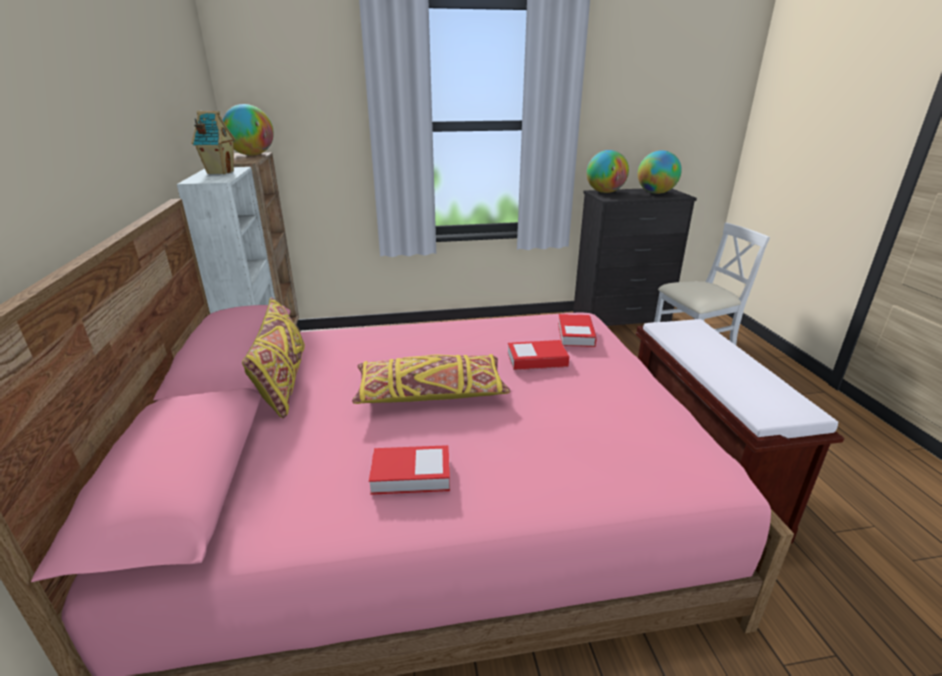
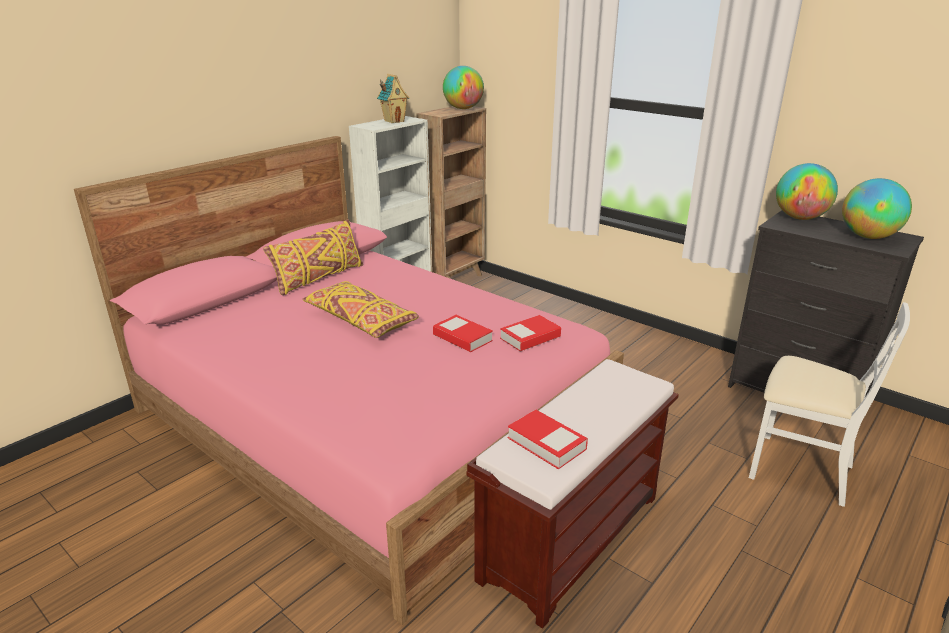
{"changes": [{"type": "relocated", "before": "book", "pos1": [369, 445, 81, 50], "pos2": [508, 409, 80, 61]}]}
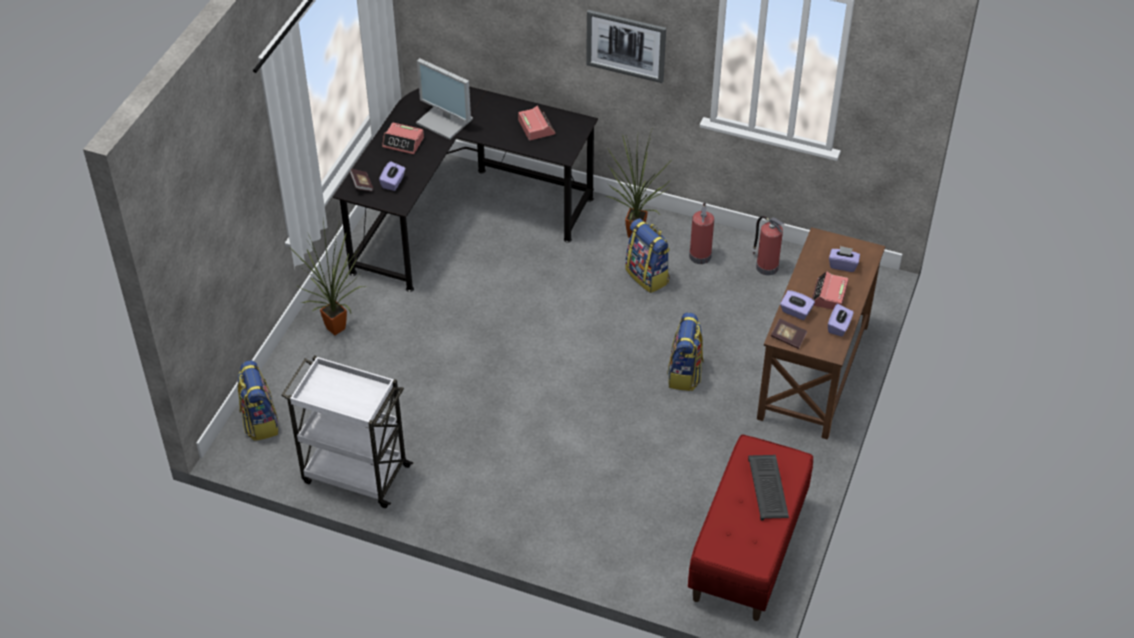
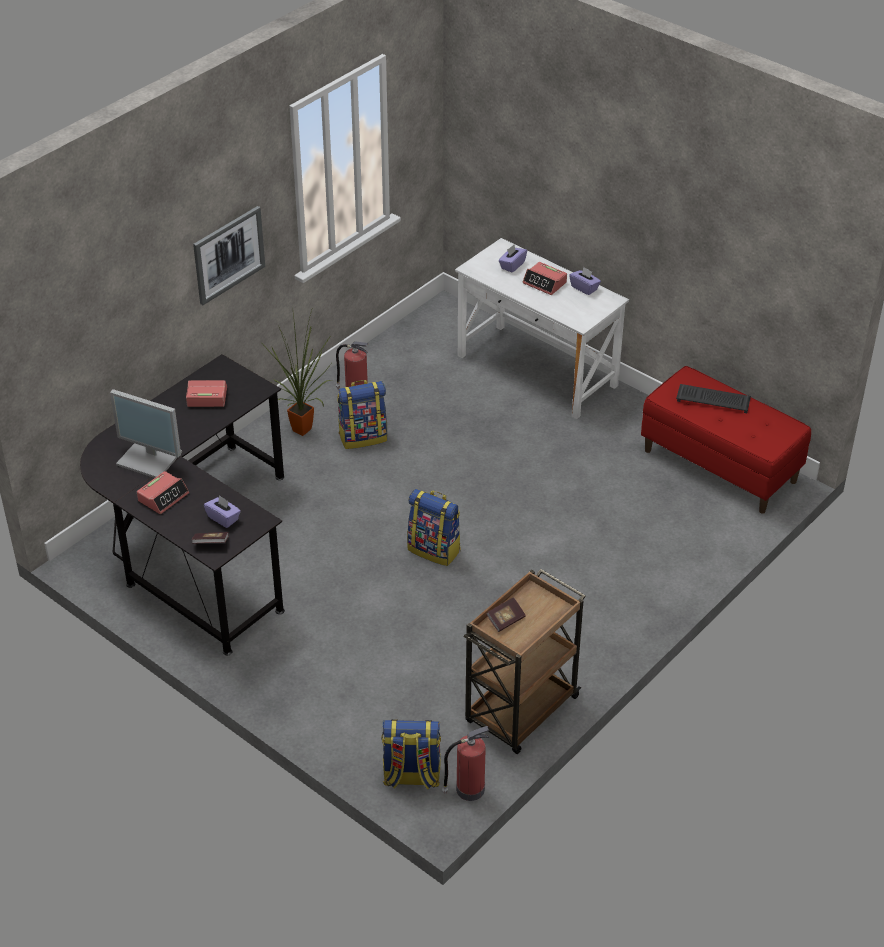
{"changes": [{"type": "missing", "before": "potted plant", "pos1": [291, 220, 73, 115]}, {"type": "missing", "before": "tissue box (purple)", "pos1": [780, 290, 35, 30]}, {"type": "relocated", "before": "backpack", "pos1": [667, 312, 37, 79], "pos2": [407, 489, 54, 77]}, {"type": "relocated", "before": "fire extinguisher", "pos1": [752, 216, 32, 60], "pos2": [442, 726, 48, 75]}, {"type": "relocated", "before": "book", "pos1": [771, 319, 36, 30], "pos2": [486, 597, 40, 35]}, {"type": "colour", "before": "cart (white)", "after": "cart (brown)", "pos1": [281, 355, 132, 153], "pos2": [464, 569, 122, 185]}, {"type": "colour", "before": "desk (brown)", "after": "desk (white)", "pos1": [757, 227, 128, 213], "pos2": [455, 238, 174, 181]}, {"type": "spun", "before": "monitor", "pos1": [416, 58, 57, 82], "pos2": [110, 389, 72, 89], "turn": 60}]}
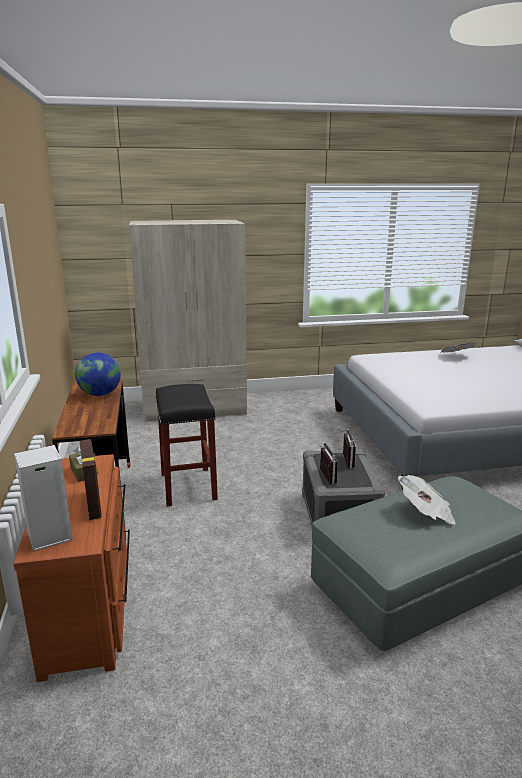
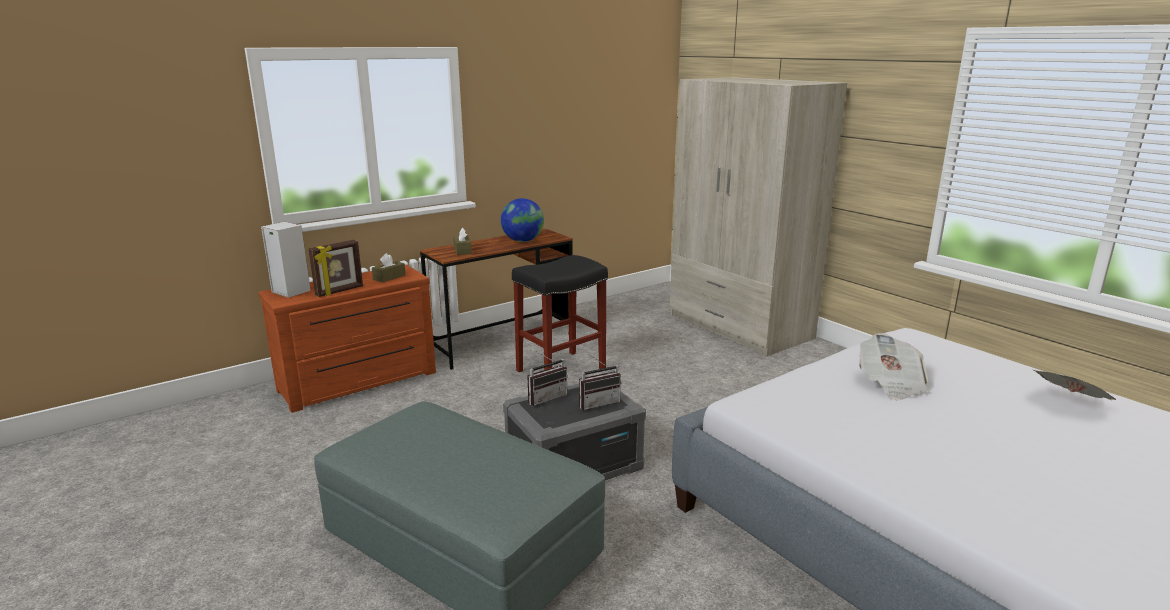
{"changes": [{"type": "appeared", "after": "tissue box (brown)", "pos2": [453, 228, 19, 27]}, {"type": "relocated", "before": "newspaper", "pos1": [398, 475, 58, 49], "pos2": [859, 333, 70, 67]}]}
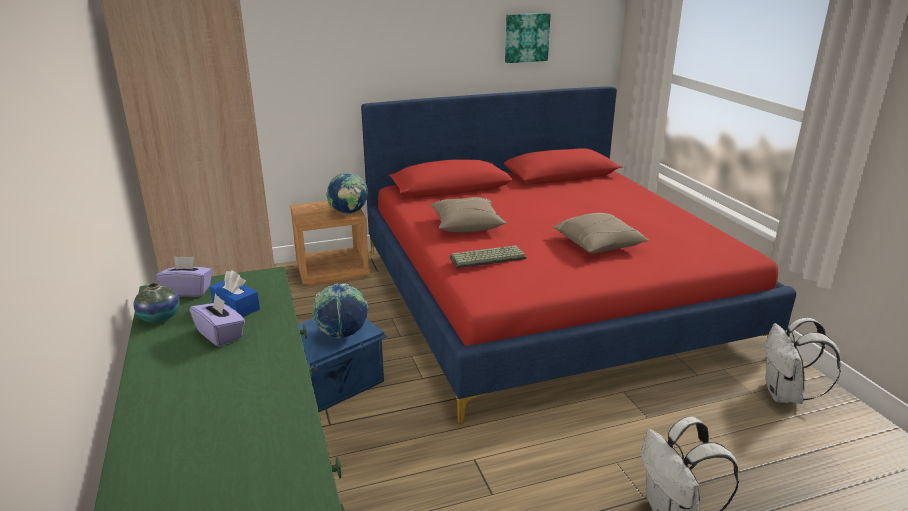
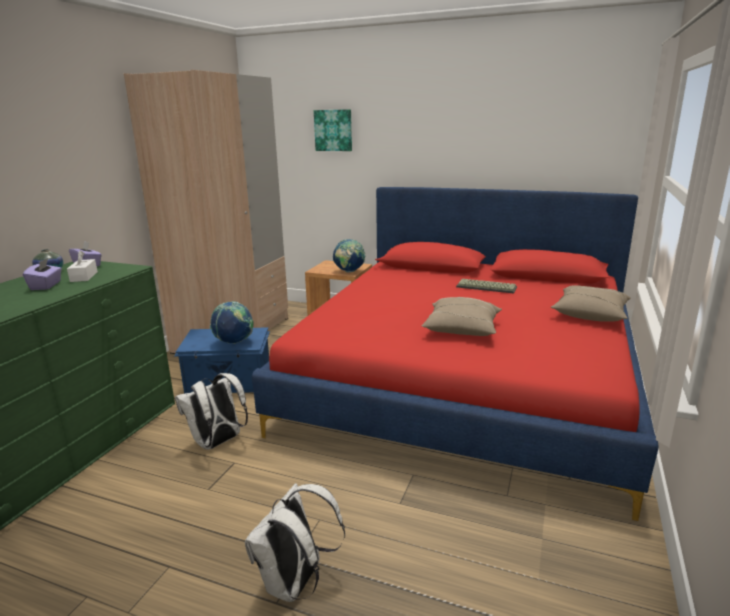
{"changes": [{"type": "relocated", "before": "pillow (beige)", "pos1": [431, 197, 75, 35], "pos2": [551, 285, 80, 37]}, {"type": "relocated", "before": "keyboard", "pos1": [450, 245, 77, 23], "pos2": [456, 279, 61, 14]}, {"type": "relocated", "before": "picture", "pos1": [505, 13, 46, 50], "pos2": [314, 109, 38, 42]}, {"type": "relocated", "before": "backpack (white)", "pos1": [765, 318, 76, 86], "pos2": [175, 373, 73, 77]}, {"type": "colour", "before": "tissue box (blue)", "after": "tissue box (white)", "pos1": [210, 270, 50, 47], "pos2": [67, 250, 31, 32]}]}
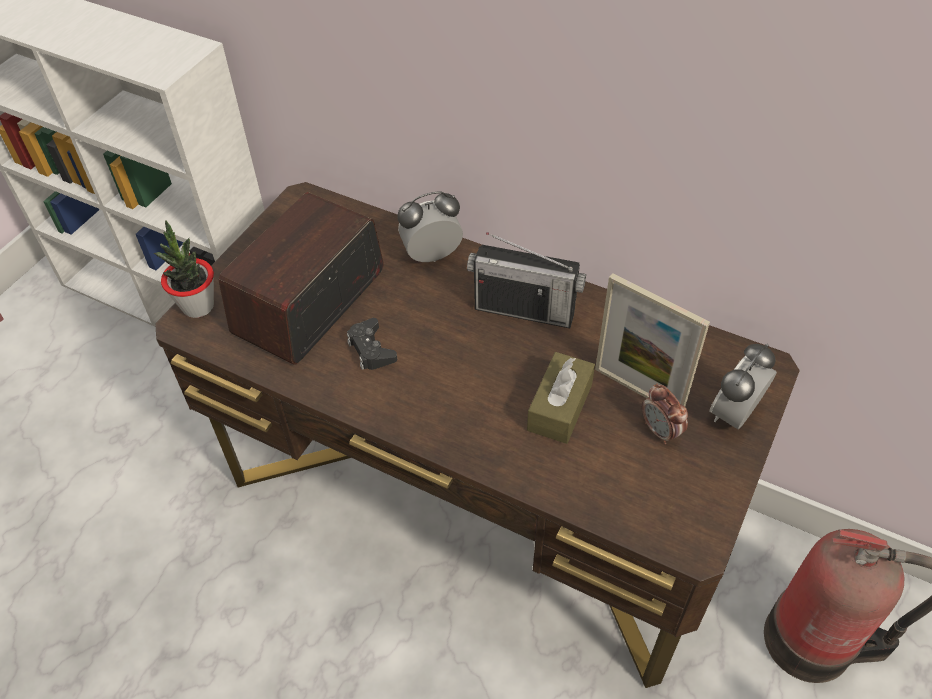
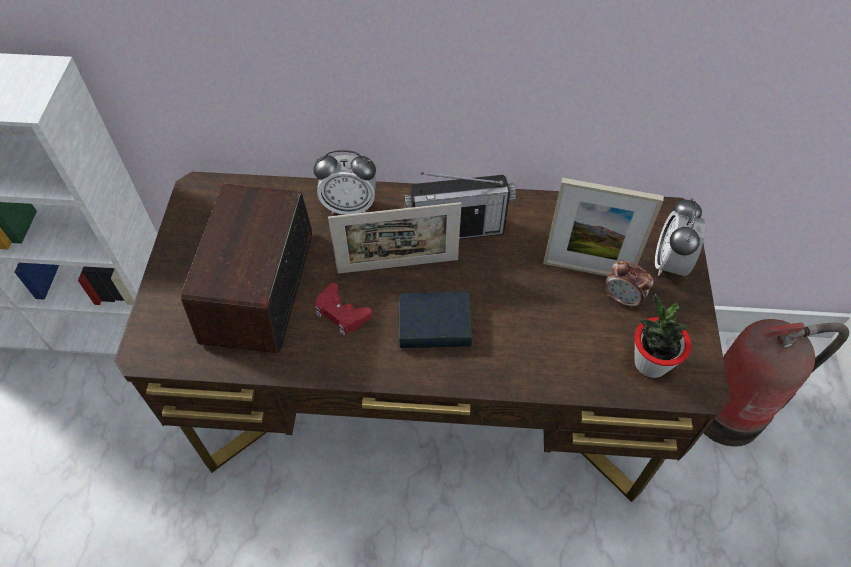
{"changes": [{"type": "missing", "before": "tissue box (brown)", "pos1": [527, 352, 68, 92]}, {"type": "appeared", "after": "picture frame", "pos2": [328, 202, 133, 72]}, {"type": "appeared", "after": "book", "pos2": [398, 292, 74, 56]}, {"type": "relocated", "before": "potted plant", "pos1": [154, 220, 60, 98], "pos2": [634, 294, 57, 84]}, {"type": "colour", "before": "game controller (black)", "after": "game controller (red)", "pos1": [347, 318, 50, 52], "pos2": [315, 283, 57, 52]}, {"type": "spun", "before": "alarm clock", "pos1": [397, 192, 66, 70], "pos2": [313, 150, 63, 65], "turn": -135}]}
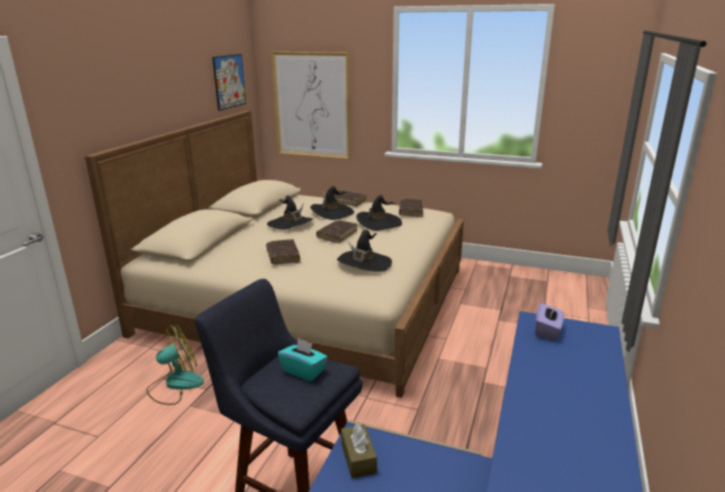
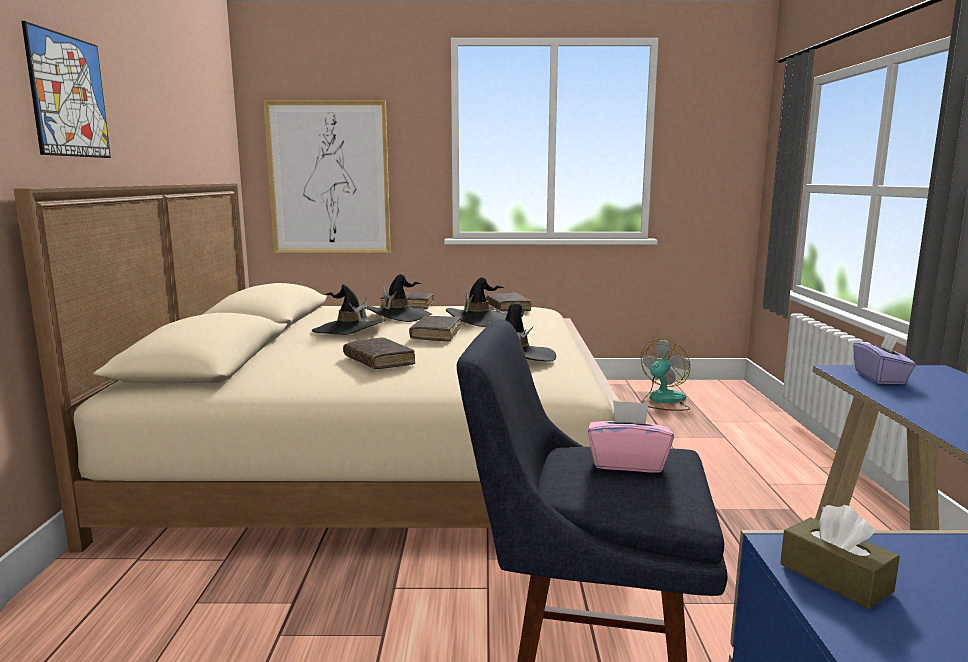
{"changes": [{"type": "relocated", "before": "fan", "pos1": [147, 325, 57, 80], "pos2": [641, 339, 49, 72]}, {"type": "relocated", "before": "picture", "pos1": [212, 54, 34, 57], "pos2": [22, 21, 89, 137]}, {"type": "colour", "before": "tissue box (turquoise)", "after": "tissue box (pink)", "pos1": [278, 338, 49, 43], "pos2": [588, 400, 86, 73]}]}
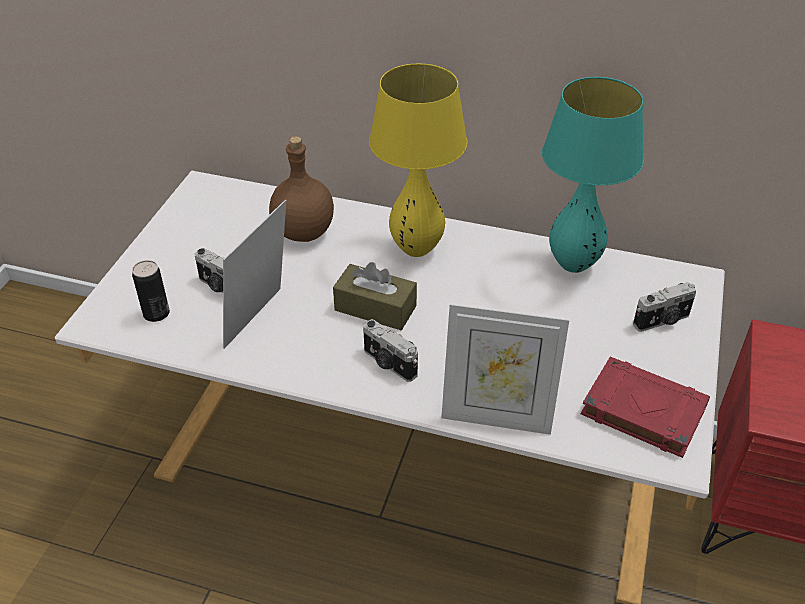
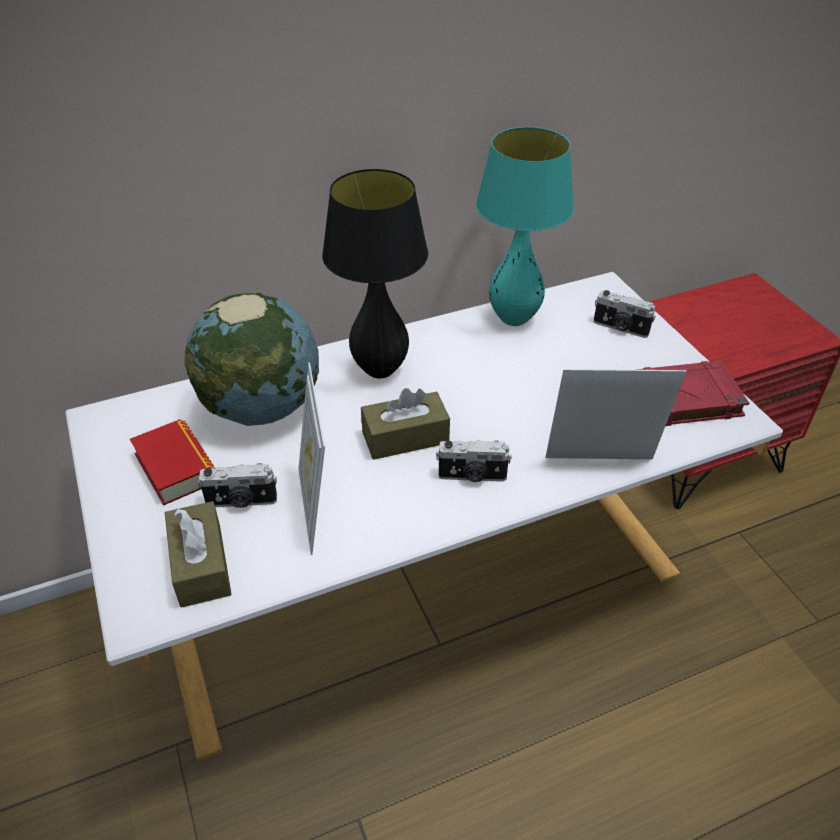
{"changes": [{"type": "appeared", "after": "book", "pos2": [130, 419, 85, 87]}, {"type": "exchanged", "before": "can", "after": "tissue box (brown)", "pos1": [132, 260, 38, 62], "pos2": [165, 501, 67, 107]}, {"type": "exchanged", "before": "bottle (brown)", "after": "globe", "pos1": [269, 136, 65, 106], "pos2": [185, 293, 134, 133]}, {"type": "colour", "before": "table lamp (yellow)", "after": "table lamp (black)", "pos1": [369, 64, 98, 193], "pos2": [322, 169, 106, 209]}, {"type": "spun", "before": "picture frame", "pos1": [441, 304, 128, 131], "pos2": [546, 369, 140, 90], "turn": -150}, {"type": "spun", "before": "photo camera", "pos1": [633, 282, 63, 50], "pos2": [593, 290, 63, 48], "turn": 90}]}
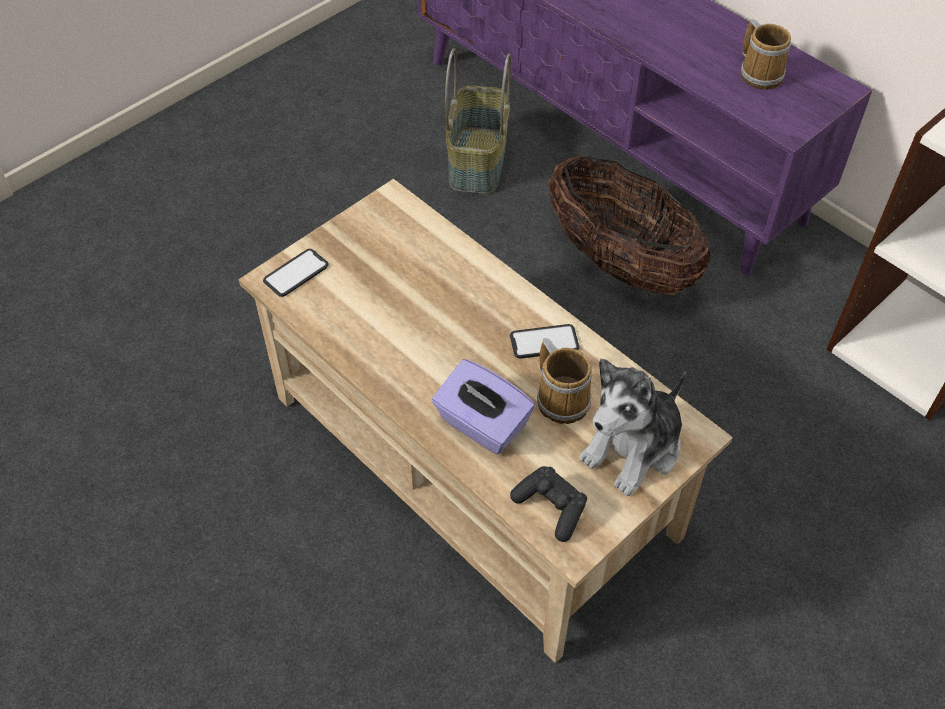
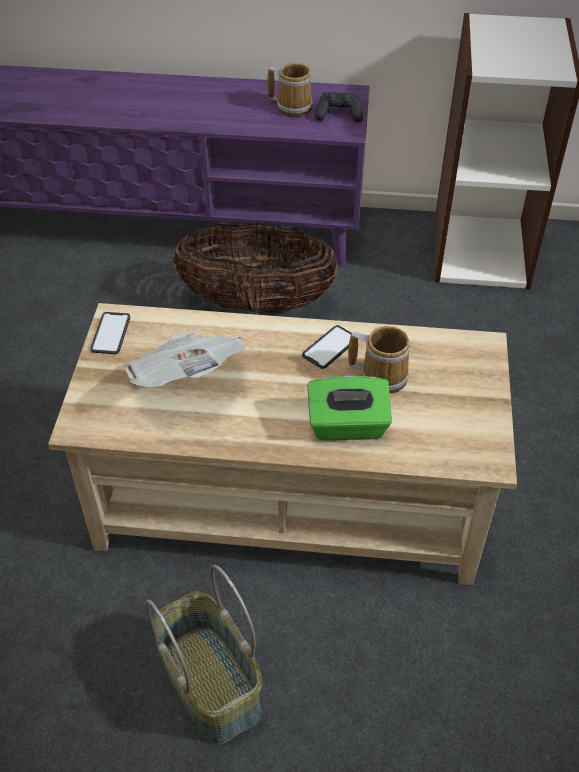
{"changes": [{"type": "missing", "before": "plush toy", "pos1": [579, 358, 107, 138]}, {"type": "appeared", "after": "newspaper", "pos2": [125, 331, 121, 56]}, {"type": "relocated", "before": "phone", "pos1": [263, 249, 65, 48], "pos2": [91, 312, 39, 42]}, {"type": "relocated", "before": "basket", "pos1": [445, 48, 66, 146], "pos2": [146, 565, 116, 179]}, {"type": "relocated", "before": "game controller (black)", "pos1": [510, 466, 77, 76], "pos2": [315, 92, 48, 31]}, {"type": "colour", "before": "tissue box (purple)", "after": "tissue box (green)", "pos1": [432, 359, 103, 95], "pos2": [307, 376, 85, 65]}]}
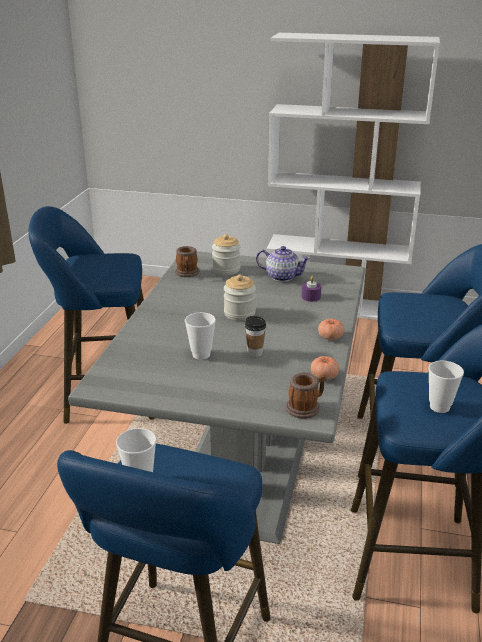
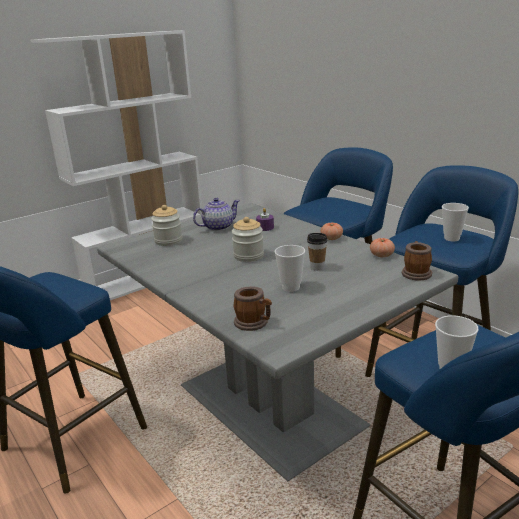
{"changes": [{"type": "relocated", "before": "mug", "pos1": [175, 246, 24, 31], "pos2": [233, 286, 39, 45]}]}
